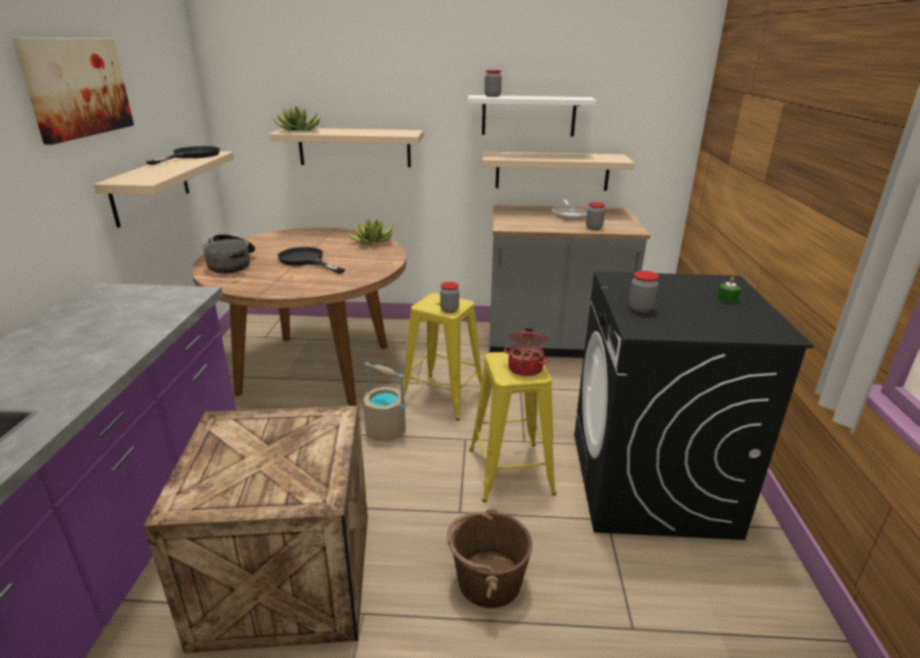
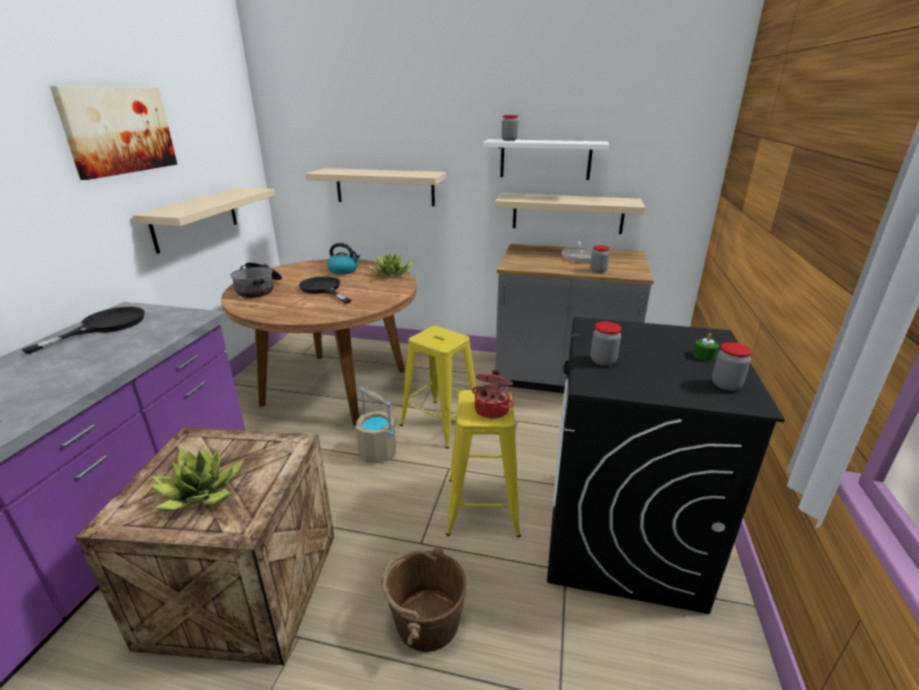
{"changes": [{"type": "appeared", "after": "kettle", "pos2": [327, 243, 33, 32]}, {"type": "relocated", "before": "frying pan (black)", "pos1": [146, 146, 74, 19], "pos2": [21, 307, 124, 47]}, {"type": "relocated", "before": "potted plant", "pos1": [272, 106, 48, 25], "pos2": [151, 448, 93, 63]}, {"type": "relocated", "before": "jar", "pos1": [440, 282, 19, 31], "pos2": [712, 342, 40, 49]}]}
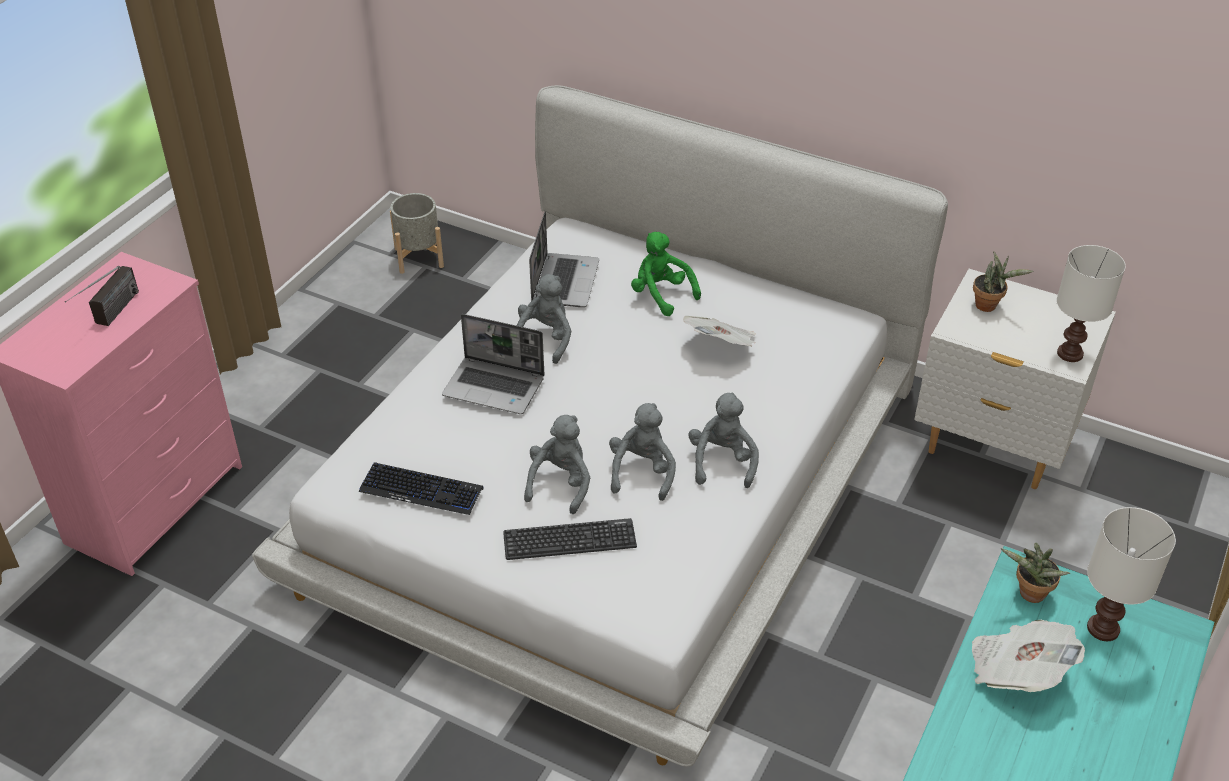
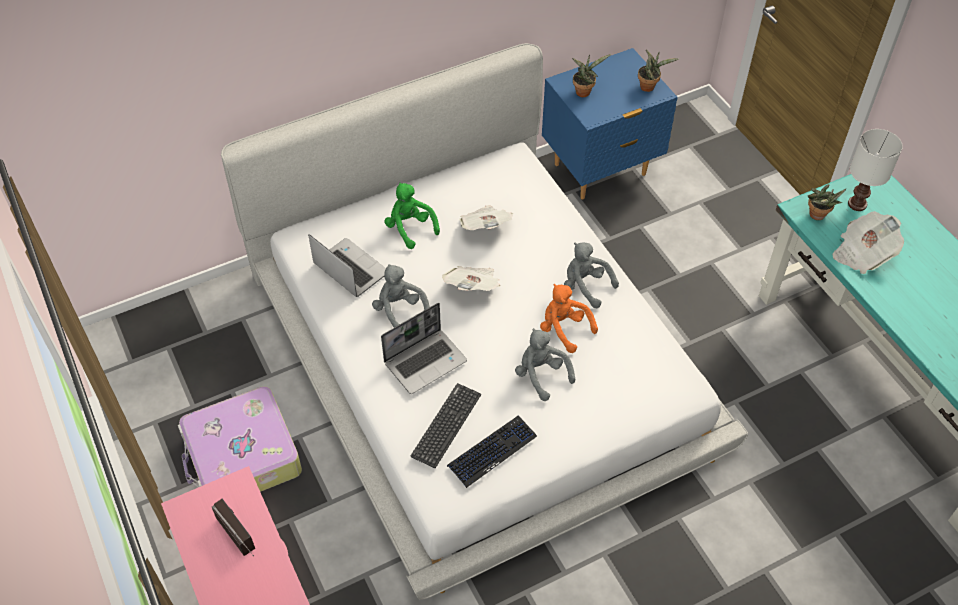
{"changes": [{"type": "missing", "before": "planter (grey)", "pos1": [390, 193, 54, 81]}, {"type": "appeared", "after": "suitcase", "pos2": [178, 386, 124, 106]}, {"type": "appeared", "after": "newspaper", "pos2": [442, 266, 58, 25]}, {"type": "relocated", "before": "keyboard", "pos1": [503, 518, 134, 42], "pos2": [411, 383, 70, 85]}, {"type": "exchanged", "before": "table lamp (white)", "after": "potted plant", "pos1": [1056, 245, 70, 117], "pos2": [638, 50, 41, 42]}, {"type": "colour", "before": "plush toy (grey)", "after": "plush toy (orange)", "pos1": [609, 403, 67, 98], "pos2": [540, 284, 58, 69]}, {"type": "colour", "before": "nightstand (white)", "after": "nightstand (blue)", "pos1": [914, 269, 202, 220], "pos2": [542, 48, 136, 152]}, {"type": "spun", "before": "plush toy (green)", "pos1": [631, 232, 70, 84], "pos2": [384, 183, 56, 66], "turn": 60}]}
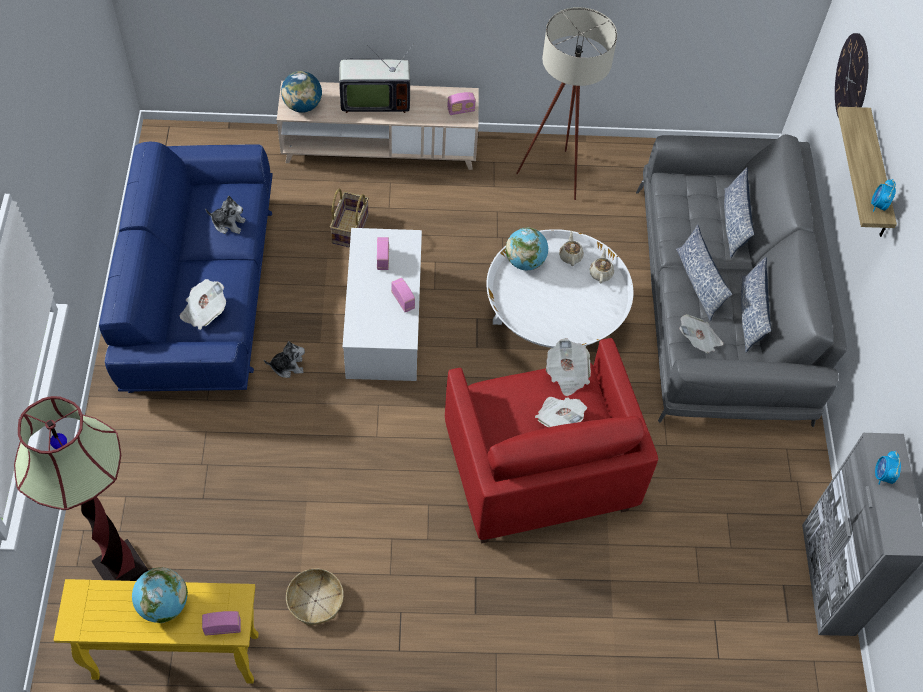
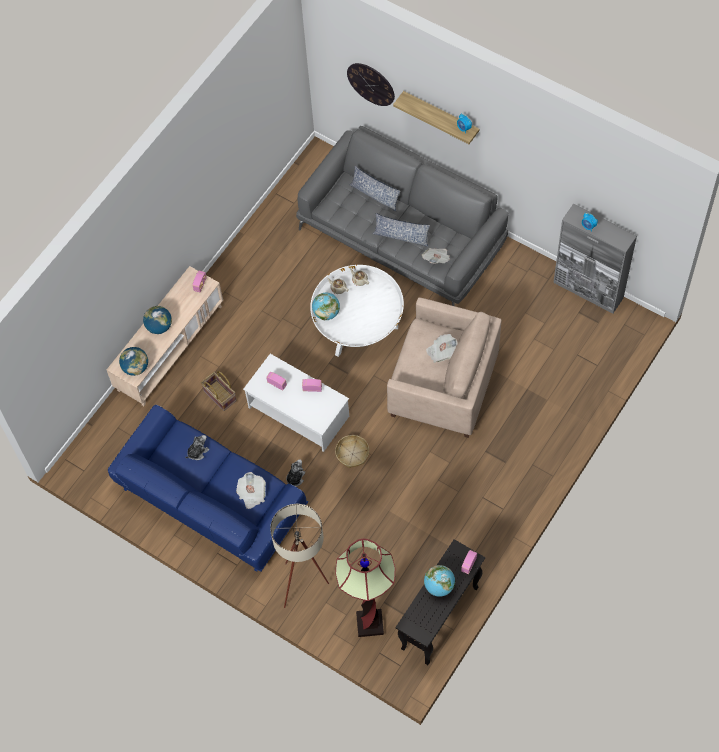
{"changes": [{"type": "missing", "before": "newspaper", "pos1": [546, 338, 45, 58]}, {"type": "missing", "before": "pillow", "pos1": [741, 257, 30, 96]}, {"type": "relocated", "before": "basket", "pos1": [286, 569, 58, 57], "pos2": [335, 435, 34, 33]}, {"type": "relocated", "before": "floor lamp (beige)", "pos1": [516, 7, 101, 193], "pos2": [270, 504, 59, 104]}, {"type": "exchanged", "before": "television", "after": "globe", "pos1": [339, 44, 75, 69], "pos2": [143, 306, 29, 28]}, {"type": "colour", "before": "console table (yellow)", "after": "console table (black)", "pos1": [53, 579, 206, 104], "pos2": [395, 539, 90, 126]}, {"type": "colour", "before": "armchair (red)", "after": "armchair (beige)", "pos1": [445, 338, 213, 206], "pos2": [387, 297, 114, 141]}]}
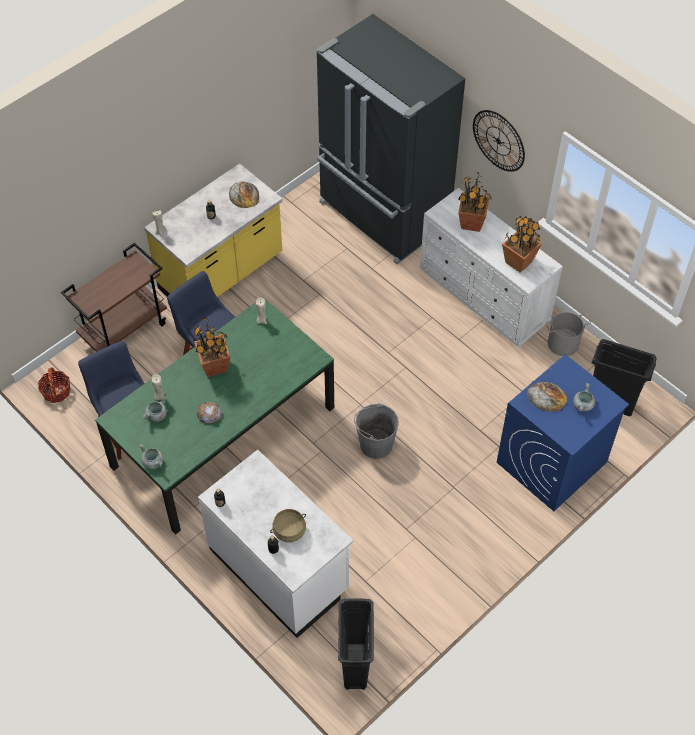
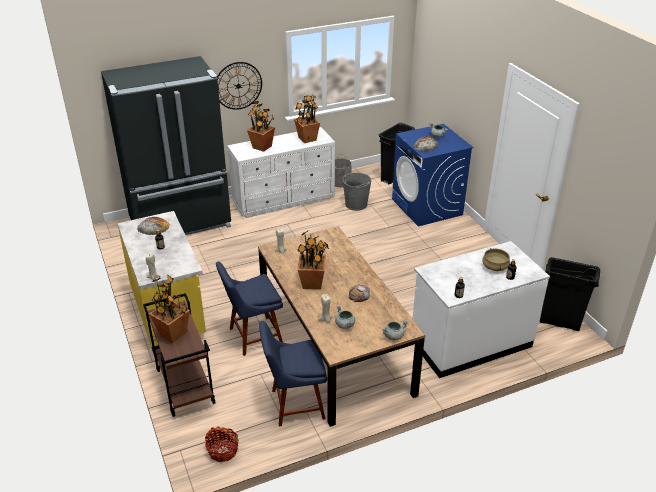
{"changes": [{"type": "appeared", "after": "potted plant", "pos2": [149, 275, 41, 68]}, {"type": "relocated", "before": "bucket (grey)", "pos1": [354, 403, 45, 56], "pos2": [343, 172, 28, 39]}, {"type": "colour", "before": "dining table (green)", "after": "dining table (brown)", "pos1": [95, 297, 239, 238], "pos2": [258, 227, 167, 200]}]}
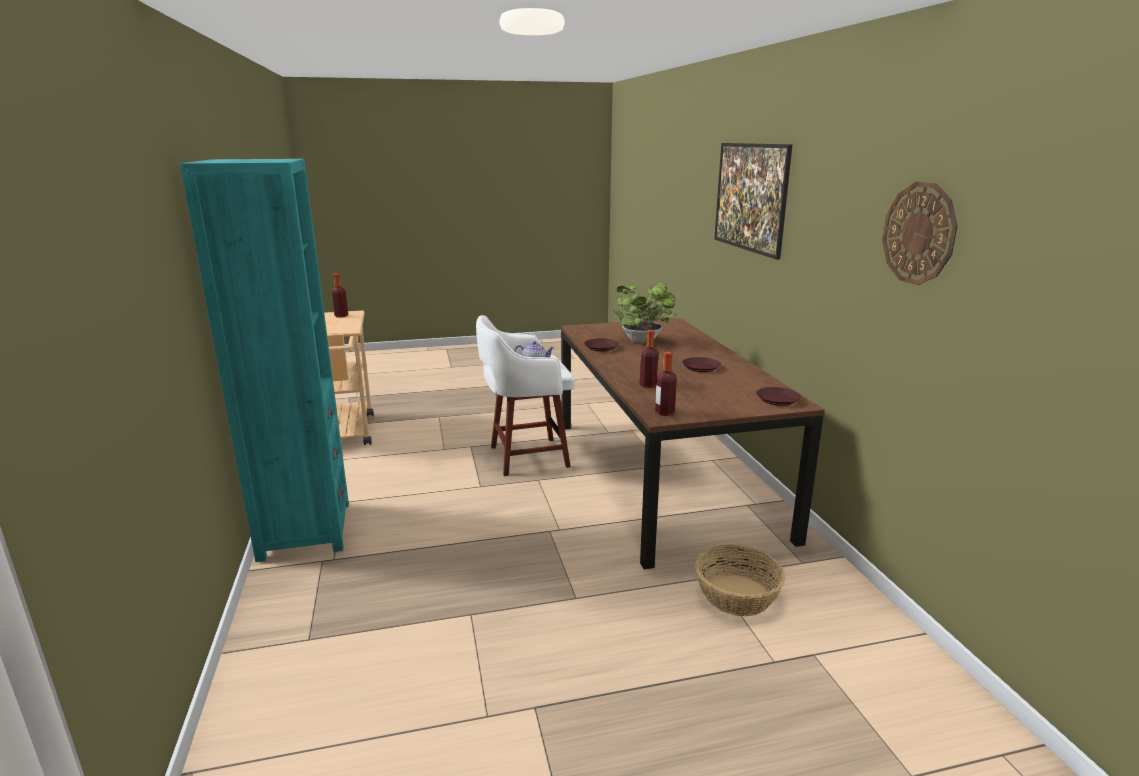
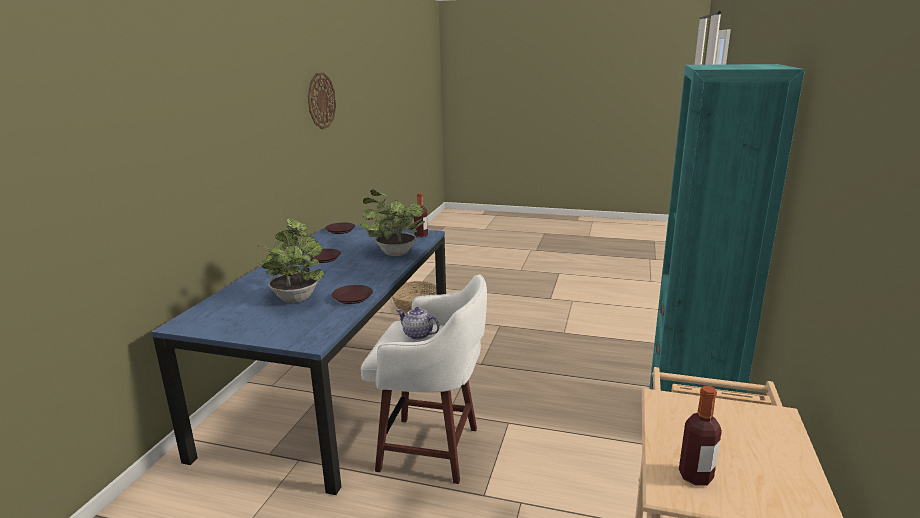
{"changes": [{"type": "missing", "before": "picture", "pos1": [714, 143, 79, 117]}, {"type": "exchanged", "before": "bottle", "after": "potted plant", "pos1": [640, 330, 19, 58], "pos2": [360, 190, 65, 66]}, {"type": "colour", "before": "dining table (brown)", "after": "dining table (blue)", "pos1": [561, 318, 264, 252], "pos2": [151, 223, 295, 272]}]}
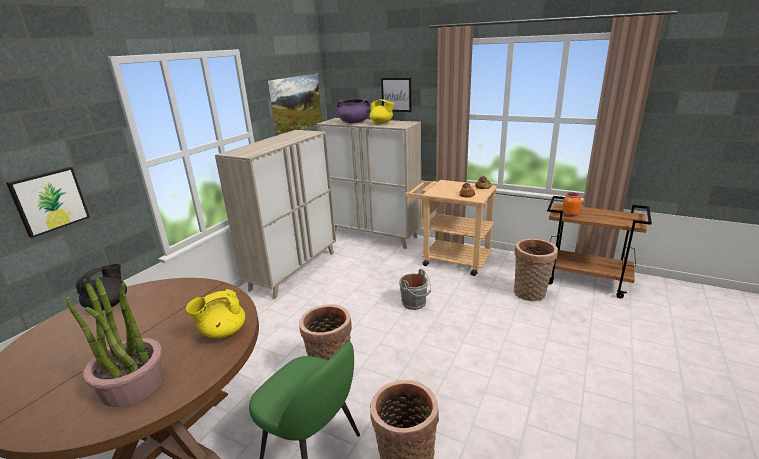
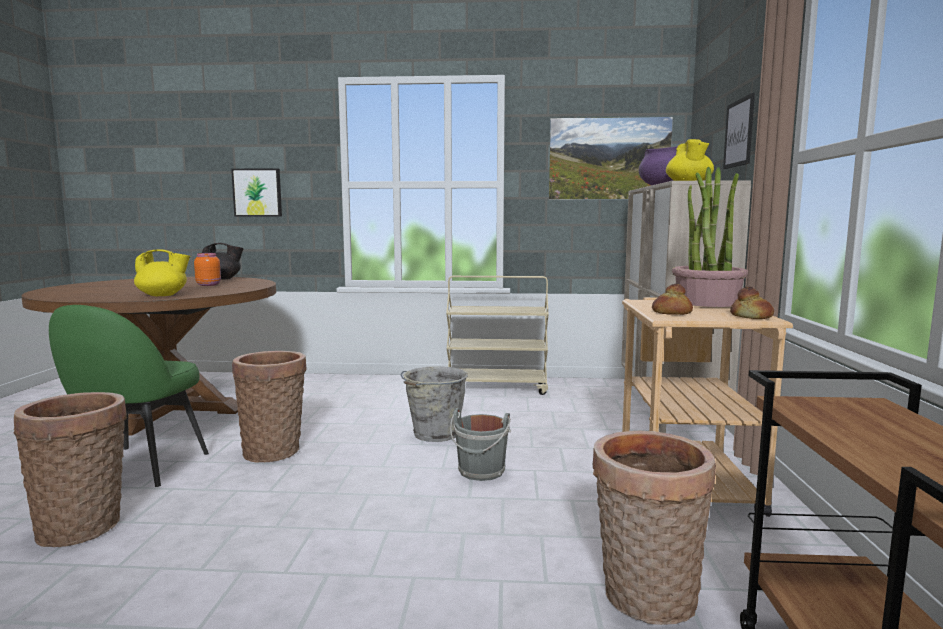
{"changes": [{"type": "appeared", "after": "bucket (grey)", "pos2": [400, 366, 68, 76]}, {"type": "relocated", "before": "potted plant", "pos1": [67, 278, 96, 129], "pos2": [672, 167, 76, 140]}, {"type": "relocated", "before": "jar (orange)", "pos1": [562, 192, 20, 25], "pos2": [194, 253, 27, 33]}, {"type": "exchanged", "before": "cabinet (beige)", "after": "cart (beige)", "pos1": [215, 130, 121, 169], "pos2": [446, 276, 102, 119]}, {"type": "spun", "before": "teapot (yellow)", "pos1": [186, 289, 59, 49], "pos2": [134, 249, 56, 47], "turn": 135}]}
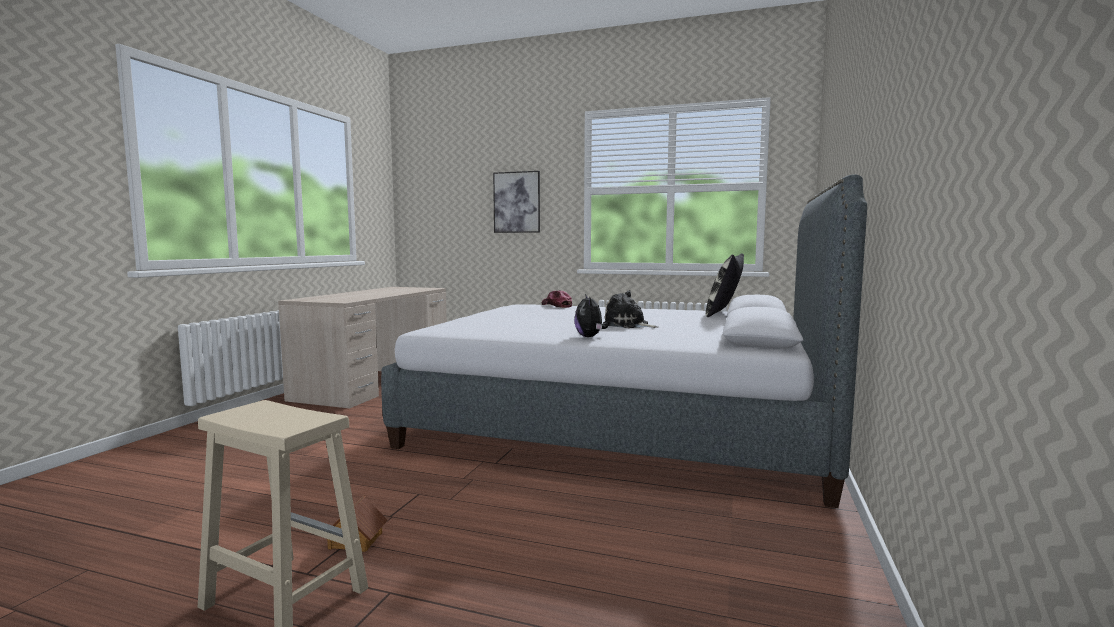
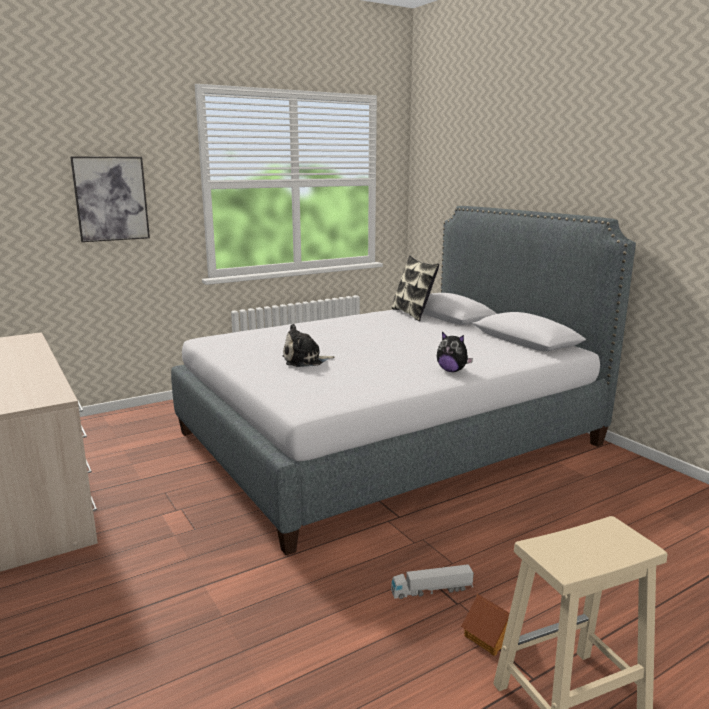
{"changes": [{"type": "missing", "before": "cap", "pos1": [542, 290, 30, 18]}, {"type": "appeared", "after": "toy truck", "pos2": [391, 564, 82, 35]}, {"type": "relocated", "before": "plush toy", "pos1": [603, 290, 55, 38], "pos2": [282, 324, 53, 43]}]}
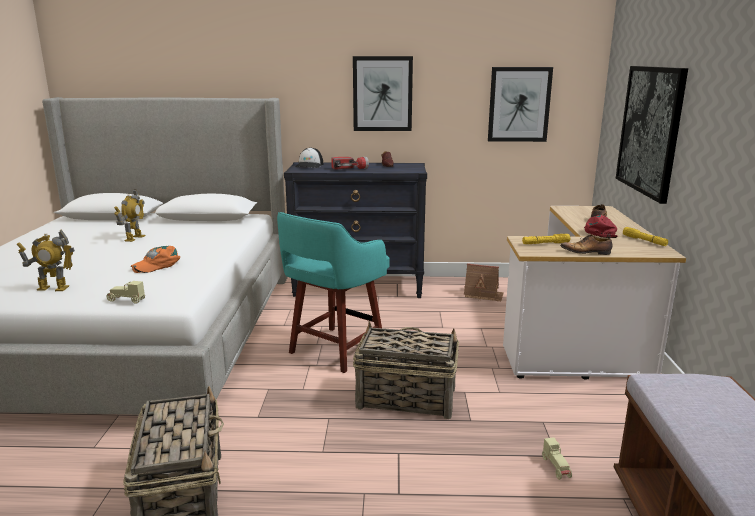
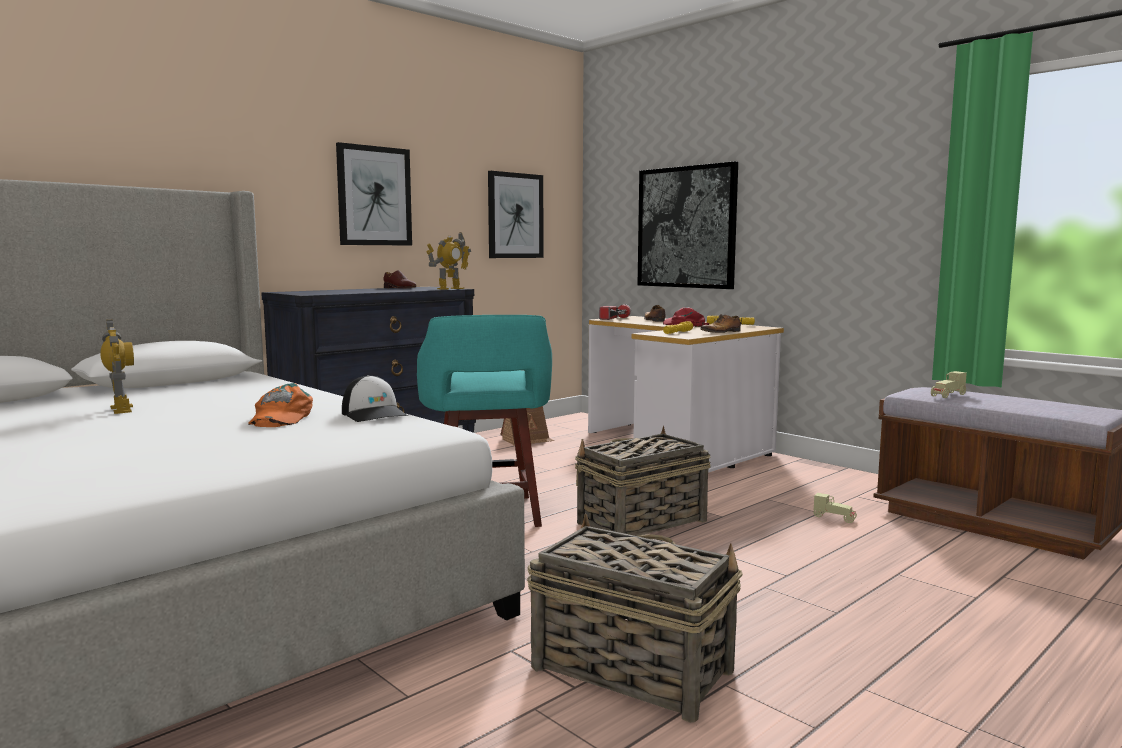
{"changes": [{"type": "relocated", "before": "toy robot", "pos1": [17, 229, 58, 62], "pos2": [426, 232, 45, 58]}, {"type": "relocated", "before": "toy car (beige)", "pos1": [106, 281, 39, 23], "pos2": [931, 371, 36, 27]}, {"type": "relocated", "before": "cap", "pos1": [295, 147, 28, 21], "pos2": [342, 375, 66, 47]}, {"type": "relocated", "before": "flashlight", "pos1": [331, 157, 38, 13], "pos2": [599, 304, 32, 16]}]}
